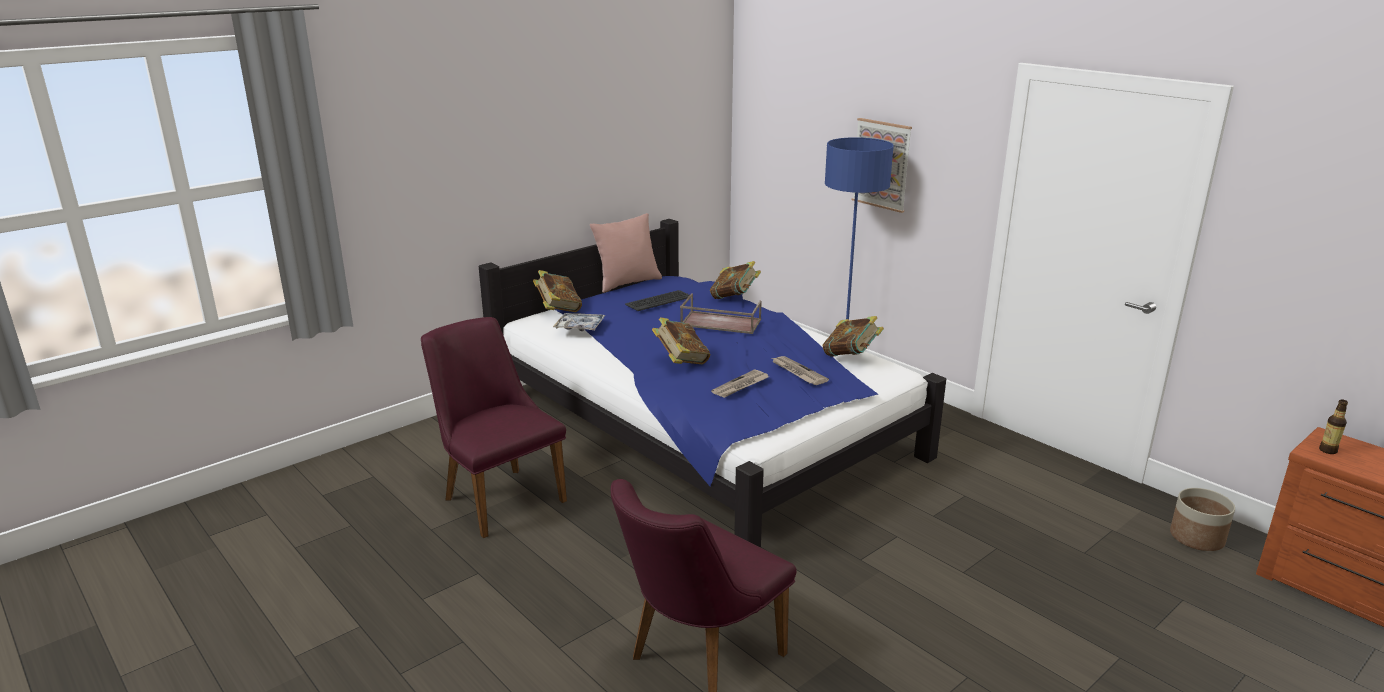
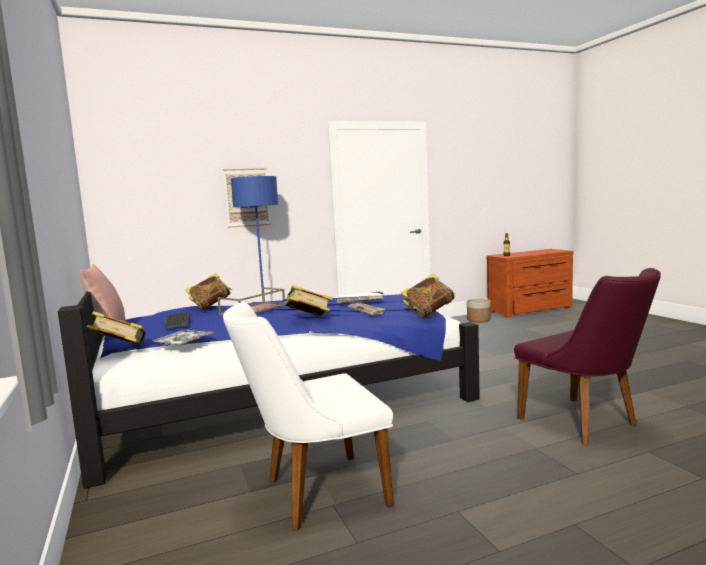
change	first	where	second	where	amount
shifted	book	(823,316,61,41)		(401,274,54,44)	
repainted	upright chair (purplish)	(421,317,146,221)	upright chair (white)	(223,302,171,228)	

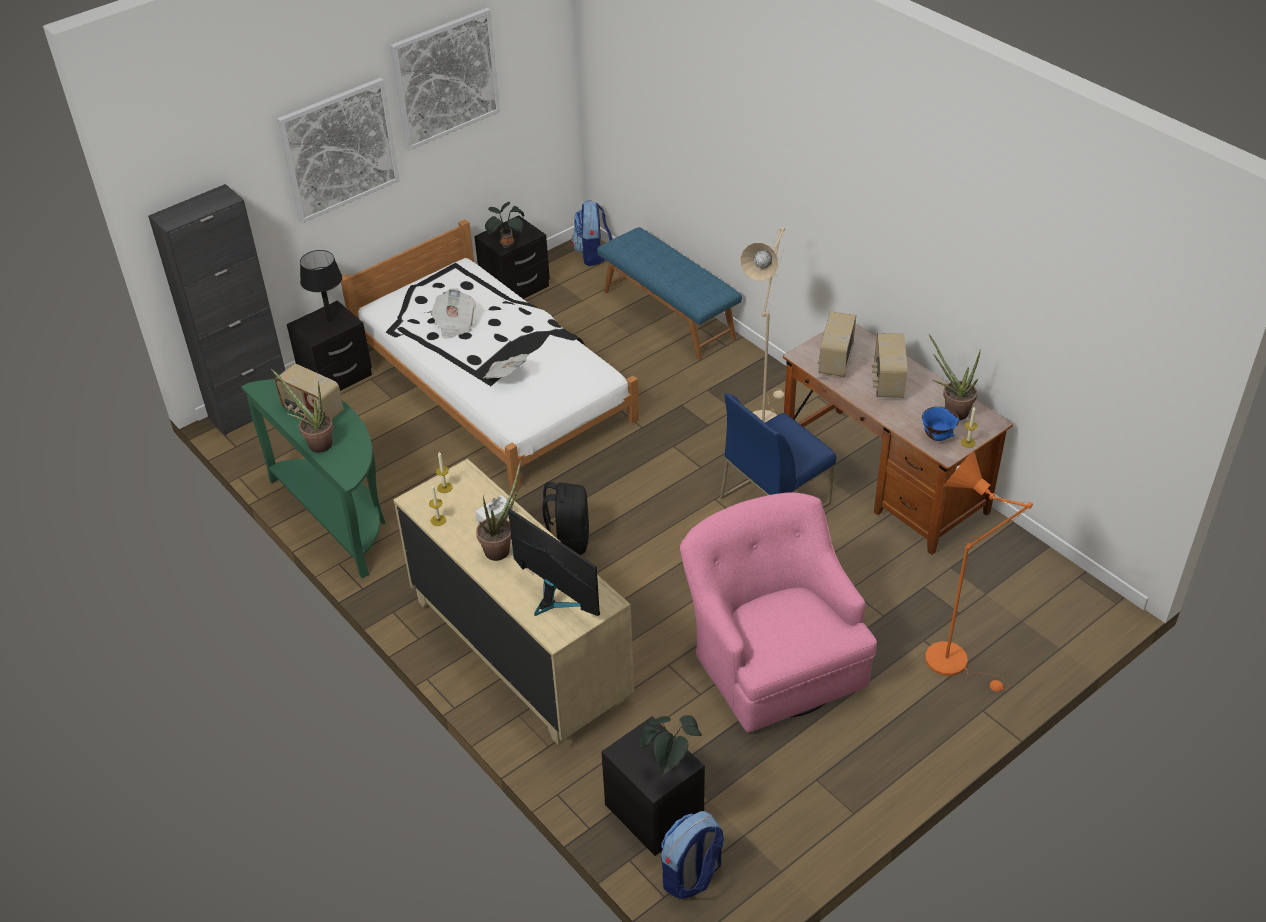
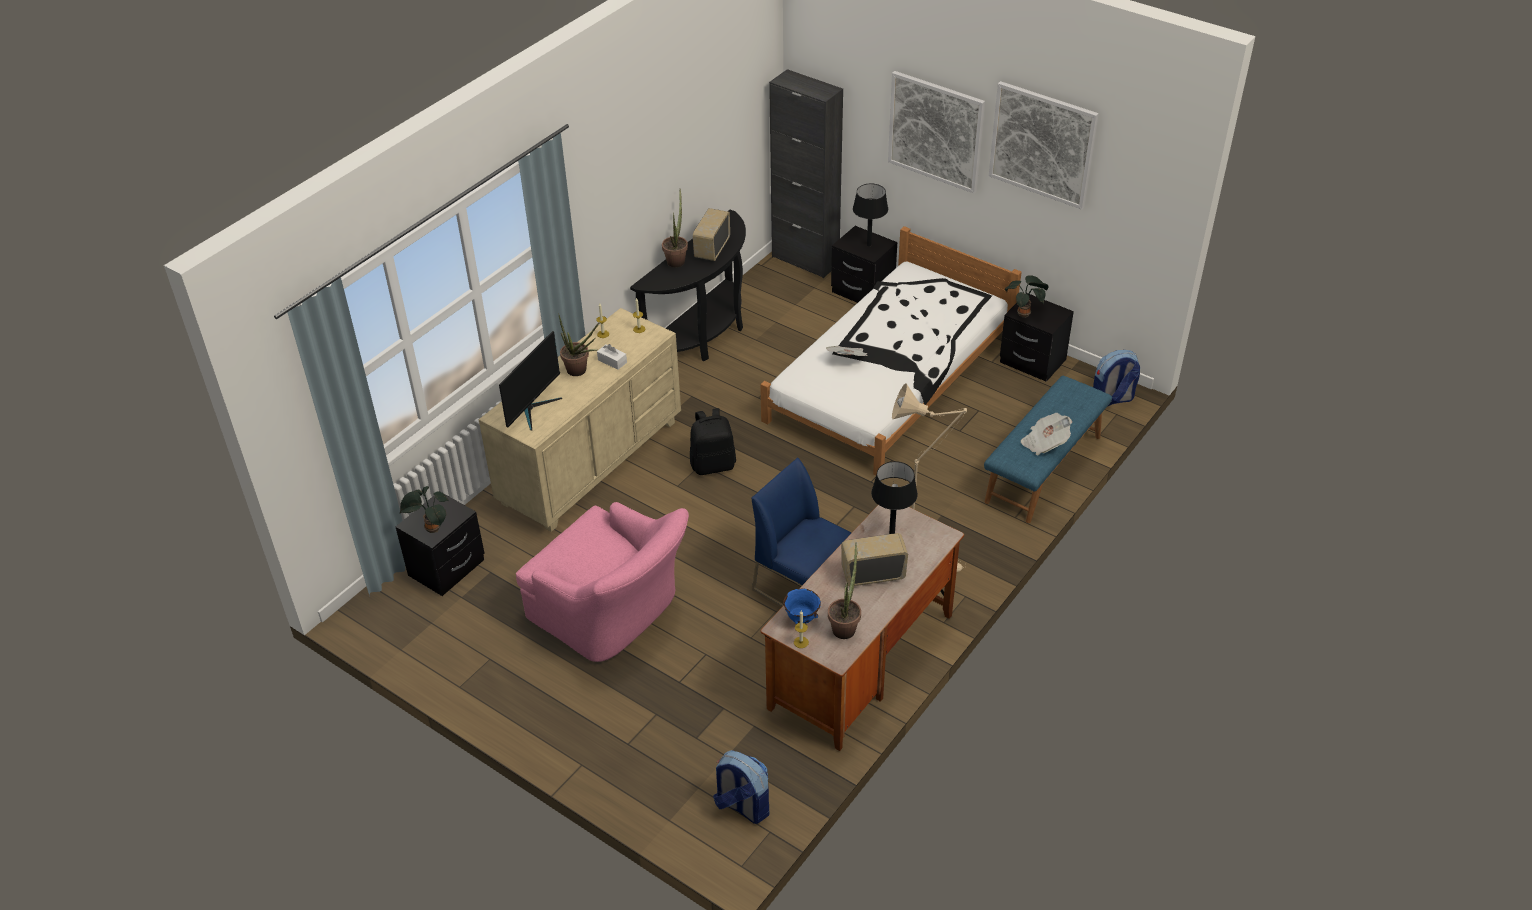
change	first	where	second	where	amount
shifted	newspaper	(431,288,45,51)		(1021,413,51,42)	
swapped	radio receiver	(817,311,39,66)	lamp for a table (black)	(871,461,47,73)	
repainted	console table (green)	(241,379,145,200)	console table (black)	(630,210,116,151)	
gone	standard lamp (orange)	(925,451,108,241)			
rotated	armchair (pink)	(680,492,197,240)		(516,502,173,160)	75 degrees clockwise
shifted	rucksack	(661,811,63,88)		(713,750,56,74)	

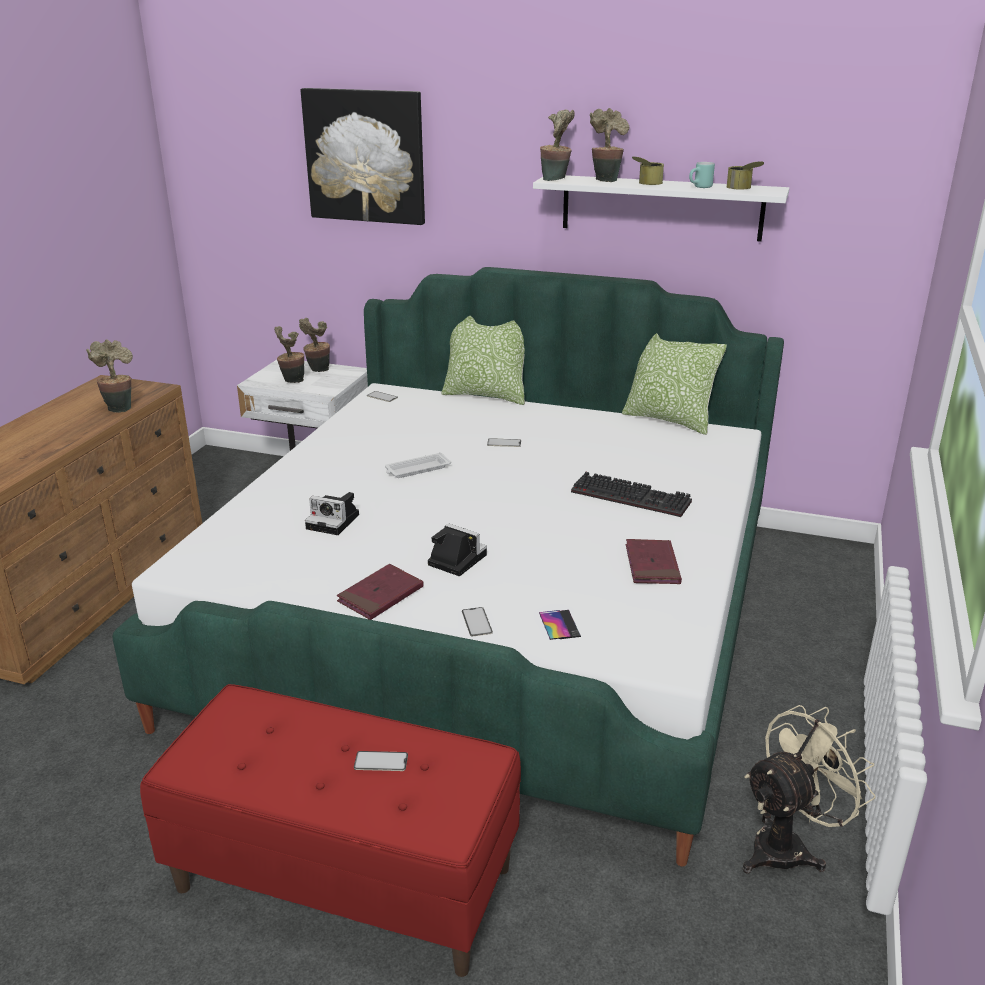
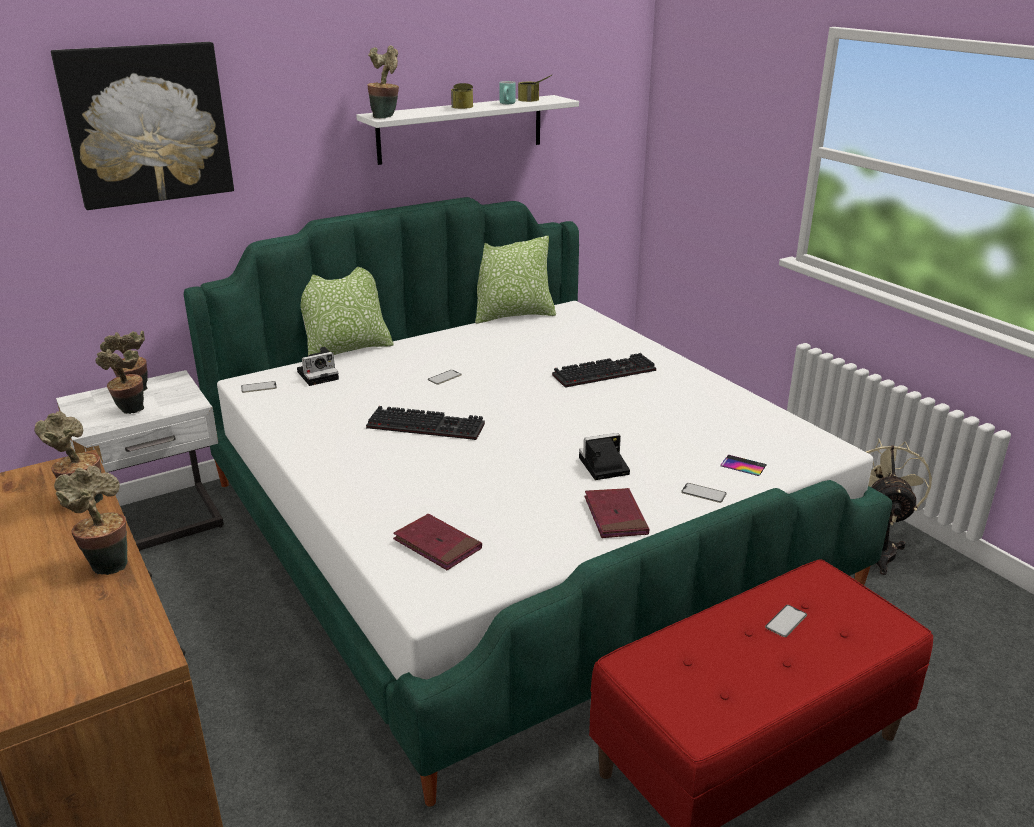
change	first	where	second	where	amount
shifted	potted plant	(590,108,39,74)		(54,466,74,109)	
swapped	carrying tray (white)	(385,452,66,26)	PC keyboard	(366,406,119,34)	
shifted	still camera	(305,492,54,43)		(297,347,42,39)	
shifted	book (red)	(626,539,56,45)		(393,514,89,56)	

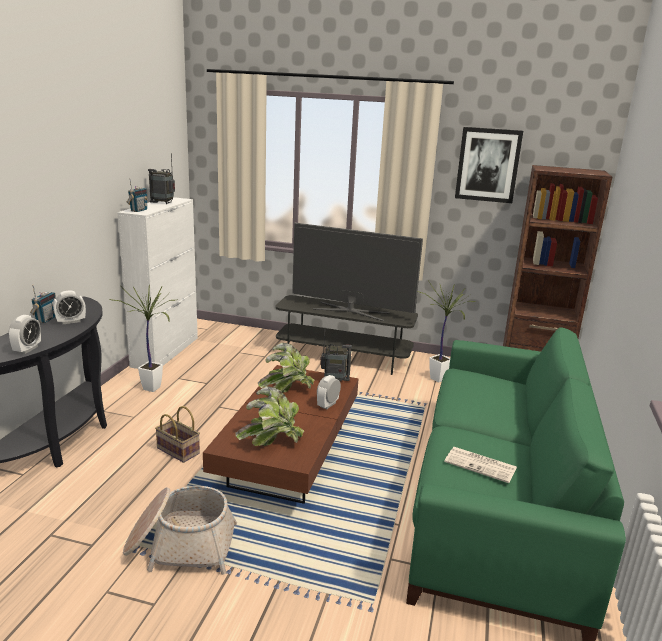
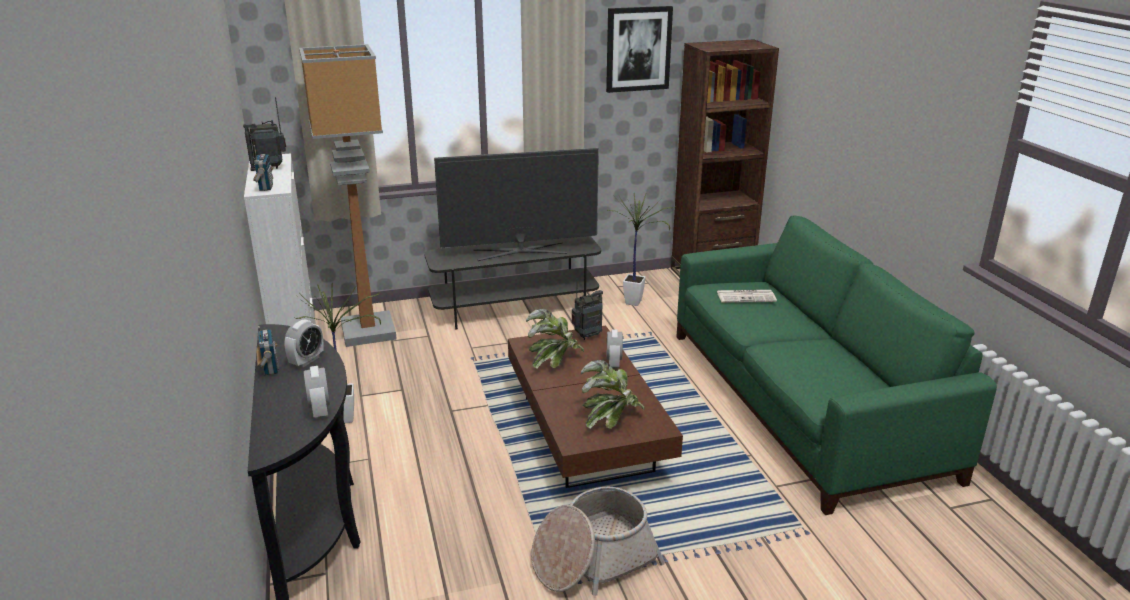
change	first	where	second	where	amount
gone	household basket	(155,406,45,57)			
shifted	newspaper	(444,447,73,36)		(717,290,60,13)	
new			standard lamp	(299,44,98,303)	

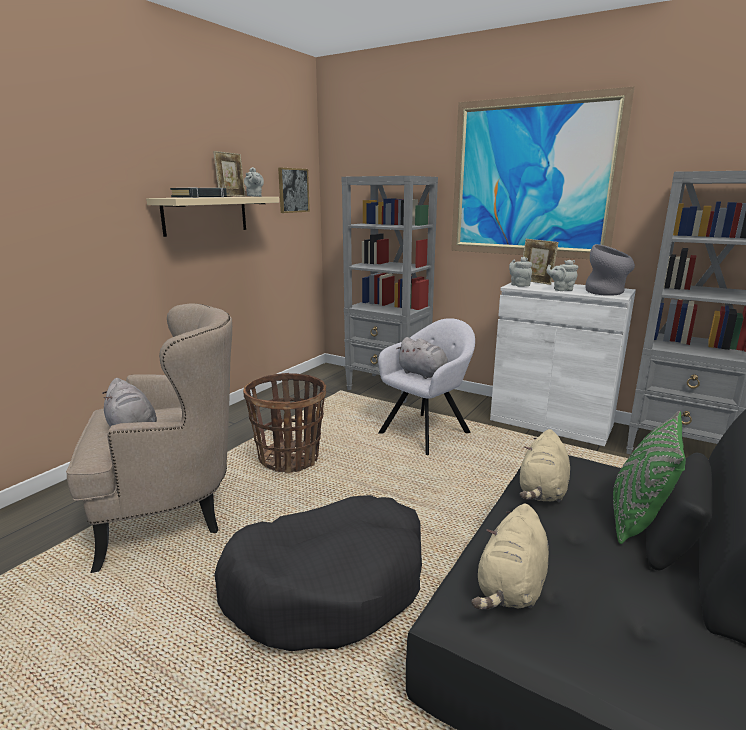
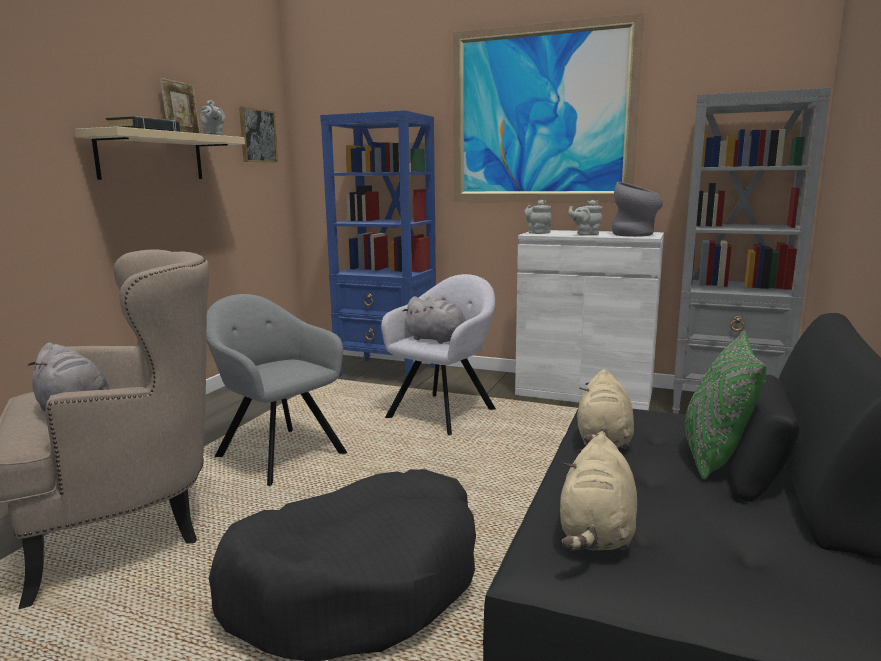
change	first	where	second	where	amount
repainted	shelving unit (greyish)	(341,176,97,227)	shelving unit (blue-coloured)	(320,110,116,275)	
gone	picture frame	(523,239,36,46)			
swapped	household basket	(243,373,83,100)	armchair (greyish)	(207,294,140,192)	

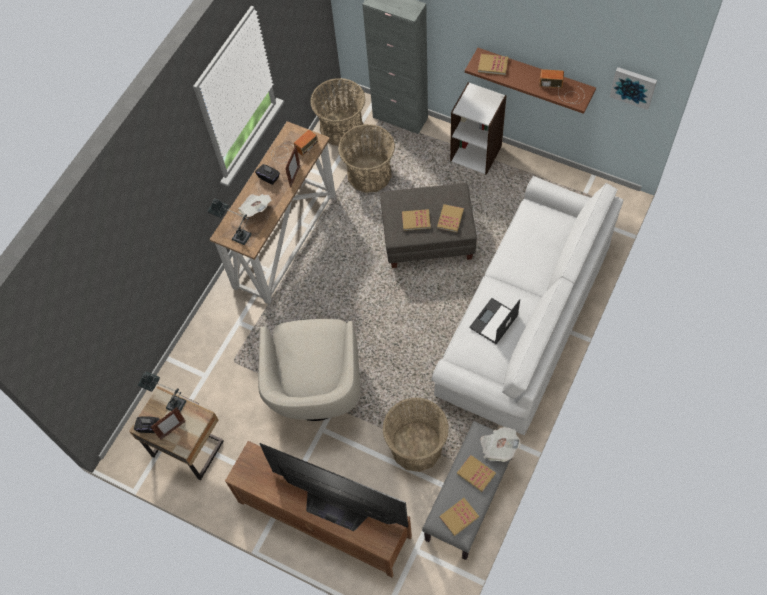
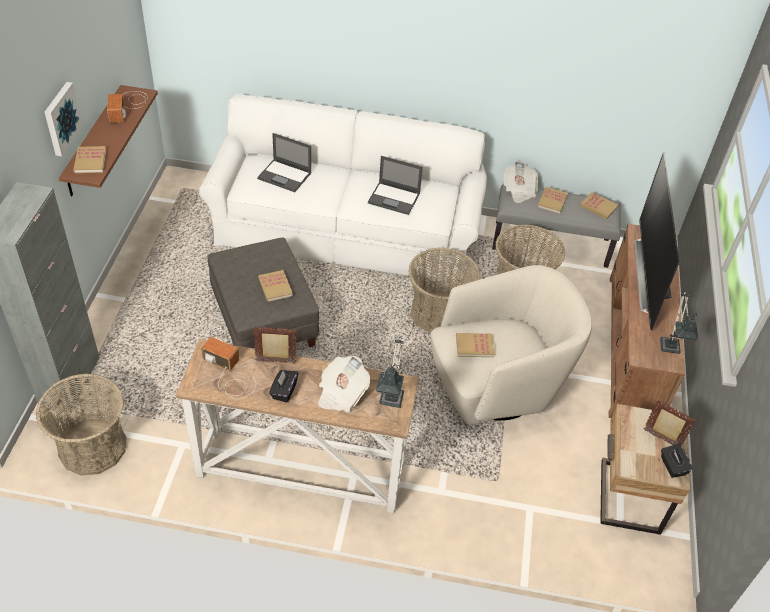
change	first	where	second	where	amount
shifted	picture	(610,67,47,43)		(44,82,39,74)	
gone	shelving unit (white)	(450,82,57,93)			
shifted	household basket	(338,124,57,69)		(408,248,73,85)	
shifted	book	(437,204,27,28)		(456,333,38,24)	
shifted	lamp for a table	(138,371,49,41)		(660,291,38,63)	
new			laptop	(257,133,55,59)	

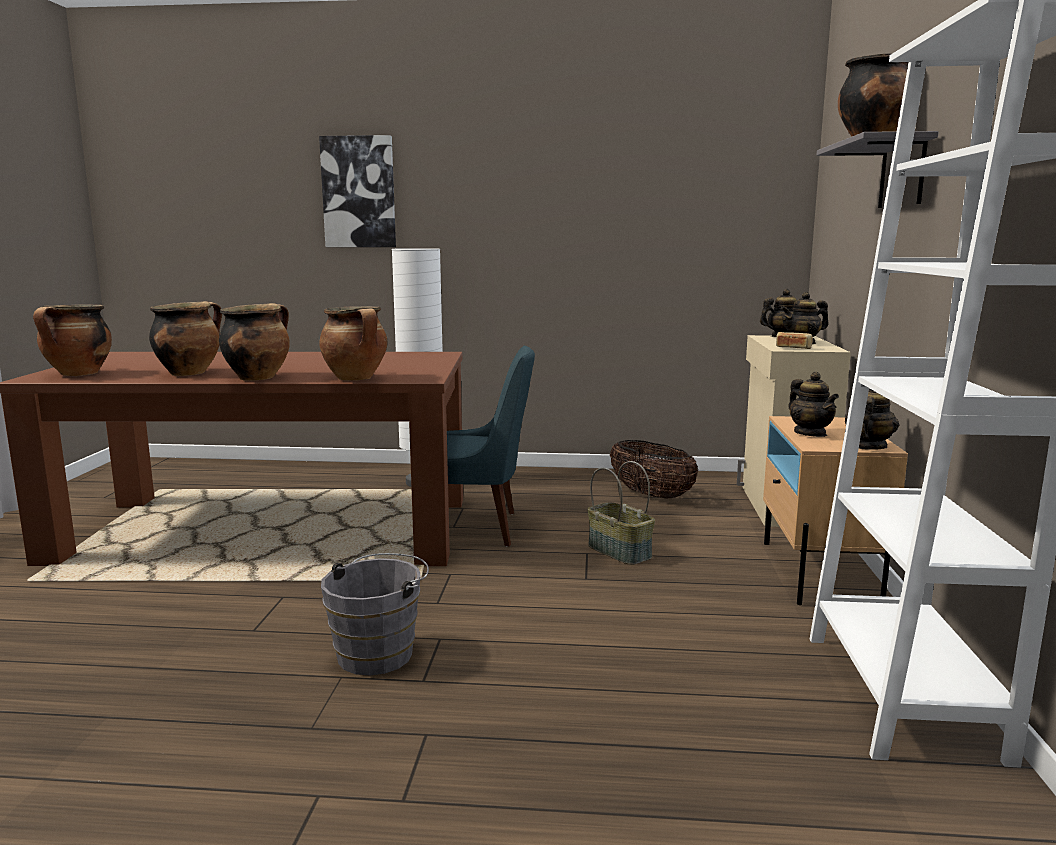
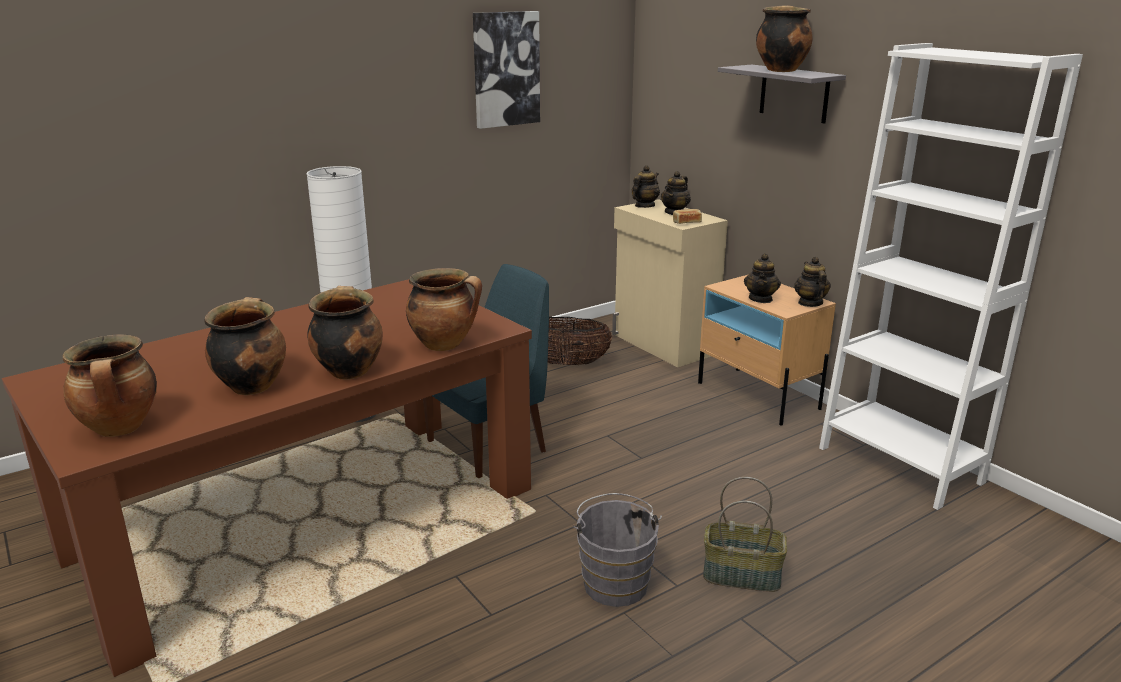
change	first	where	second	where	amount
shifted	picture	(319,135,77,112)		(473,11,67,118)	
rotated	tea pot	(789,372,50,65)		(744,253,37,50)	75 degrees clockwise
shifted	household basket	(588,461,67,104)		(703,477,84,115)	

